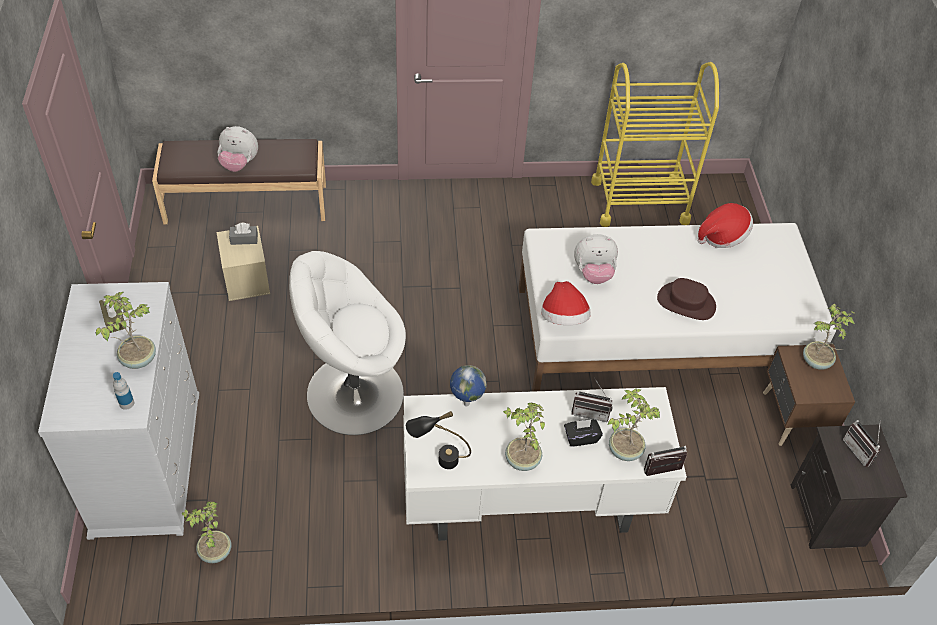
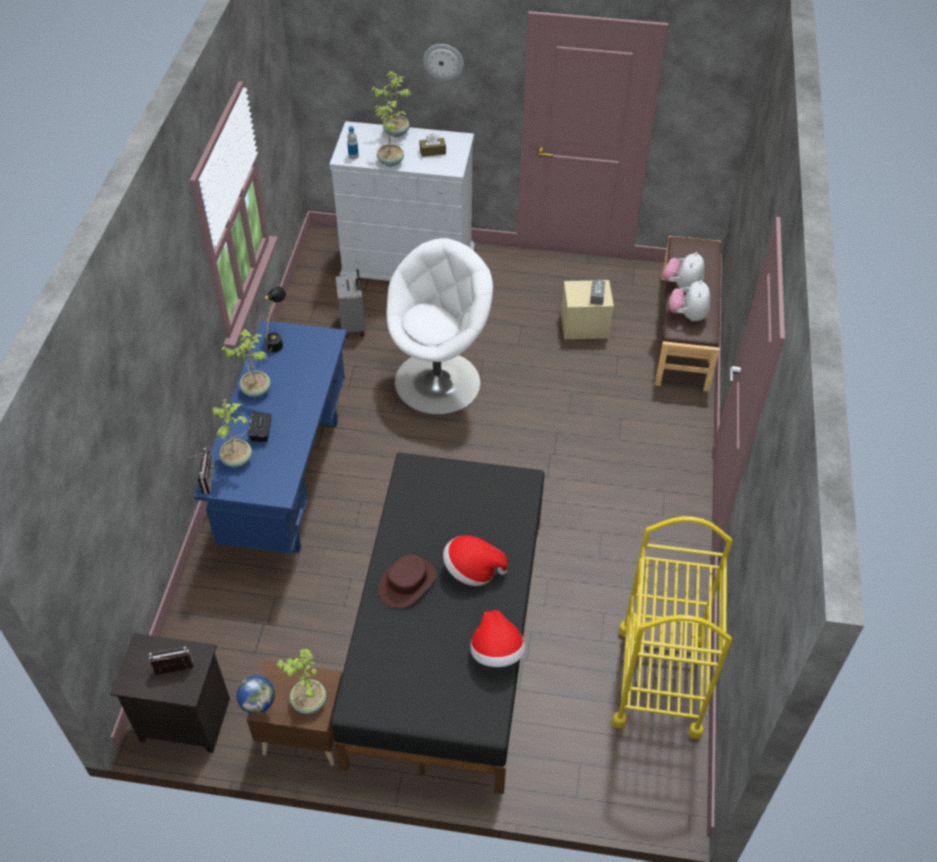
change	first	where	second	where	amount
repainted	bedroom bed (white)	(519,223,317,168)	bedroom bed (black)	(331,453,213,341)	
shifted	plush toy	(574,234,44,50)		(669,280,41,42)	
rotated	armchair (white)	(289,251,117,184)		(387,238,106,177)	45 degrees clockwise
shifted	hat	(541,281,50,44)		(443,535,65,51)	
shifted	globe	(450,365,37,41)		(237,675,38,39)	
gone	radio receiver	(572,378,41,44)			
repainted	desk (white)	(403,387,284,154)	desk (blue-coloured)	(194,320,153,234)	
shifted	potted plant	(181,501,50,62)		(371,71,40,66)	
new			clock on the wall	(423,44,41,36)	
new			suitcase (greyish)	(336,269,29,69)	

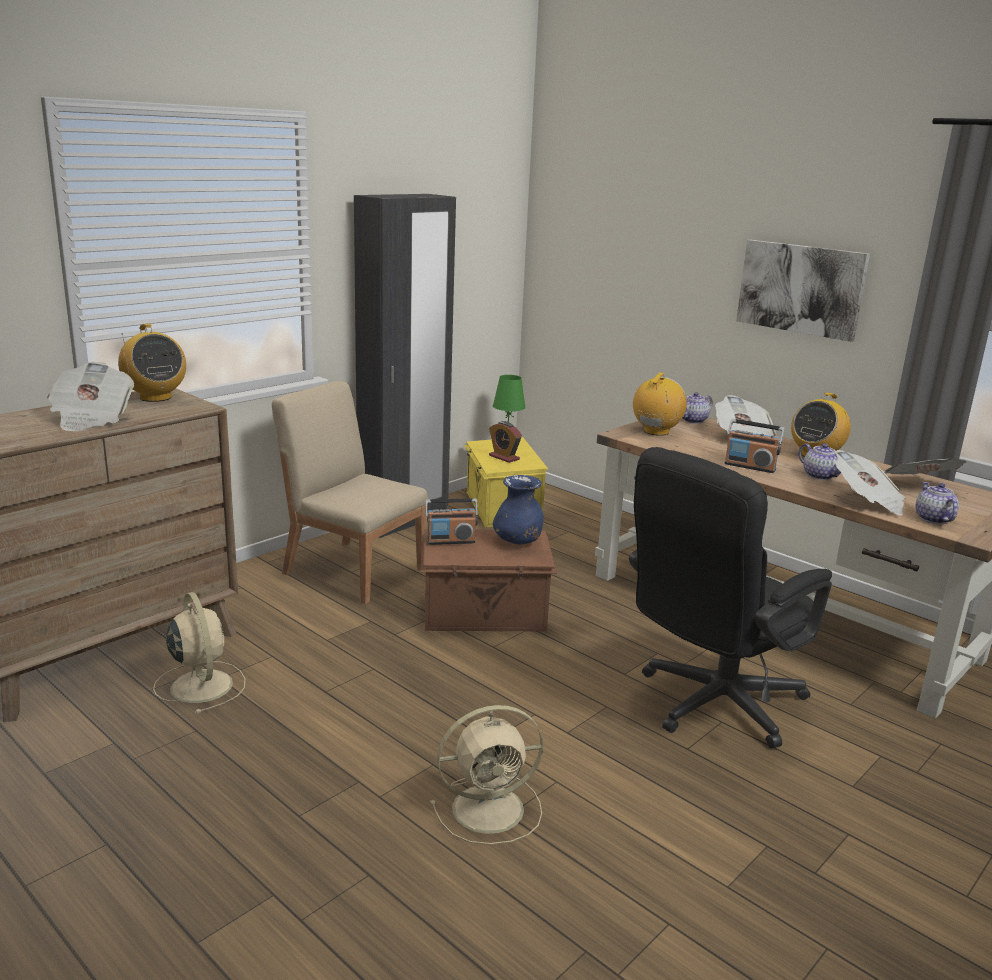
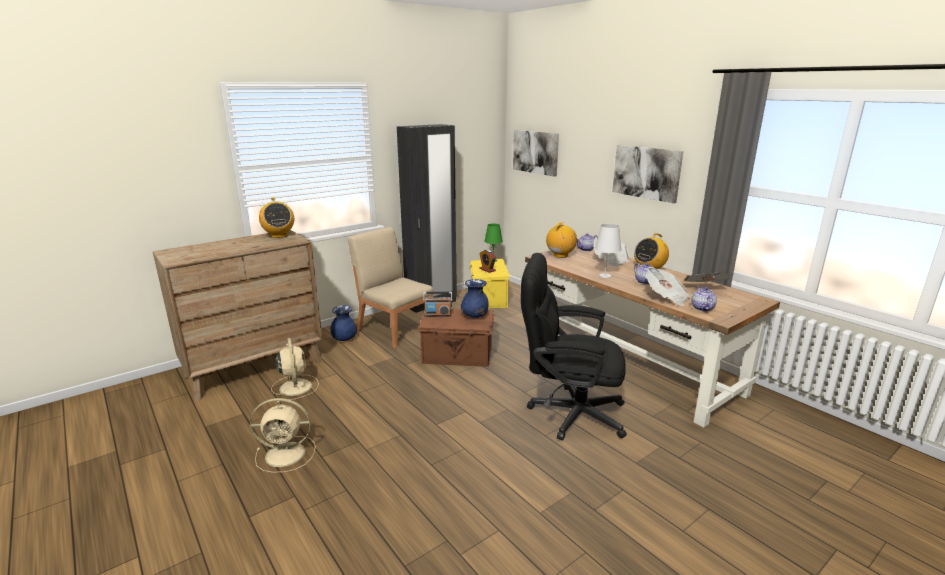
change	first	where	second	where	amount
gone	newspaper	(47,362,88,69)			
swapped	radio receiver	(724,419,61,54)	lamp for a table (white)	(594,224,27,54)	
rotated	computer chair (black)	(629,447,203,301)		(521,253,106,187)	45 degrees clockwise
shifted	electric fan (sand-coloured)	(430,705,113,140)		(250,398,66,75)	
new			picture	(513,130,46,47)	
new			flower vase (blue-coloured)	(330,305,27,36)	

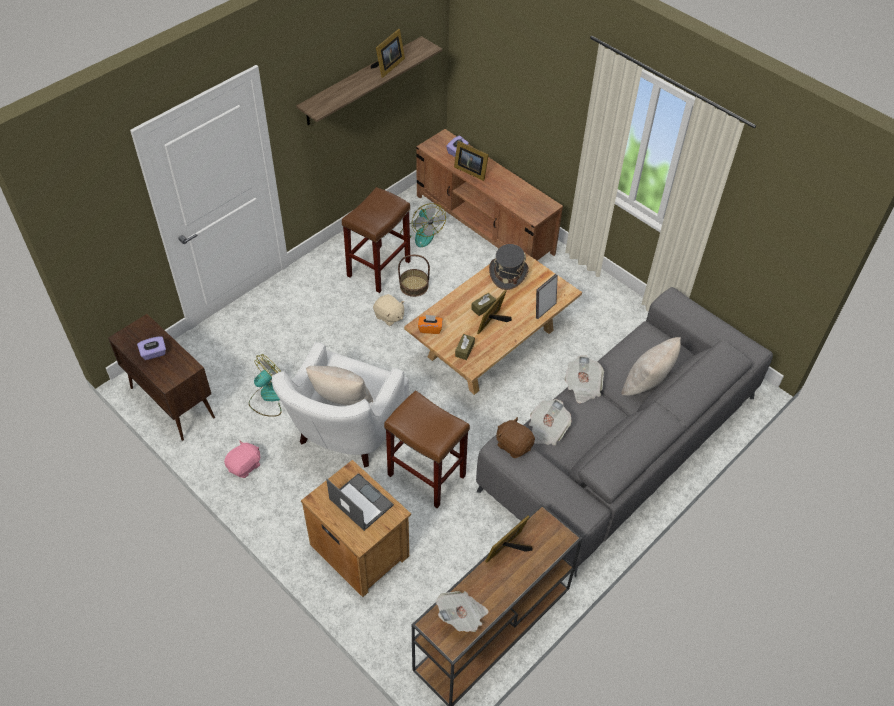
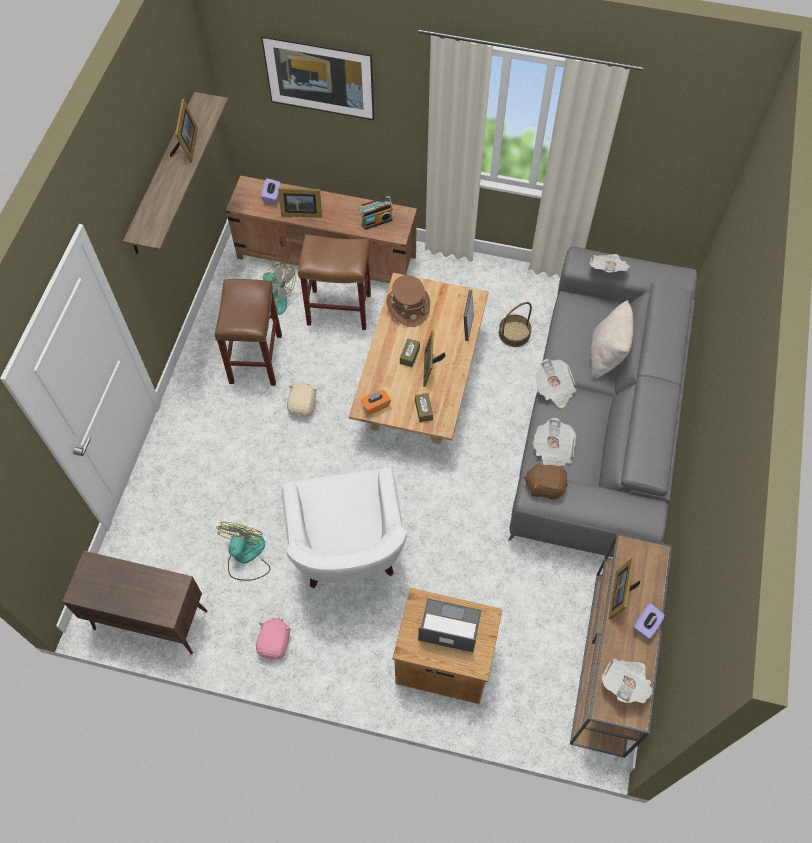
change	first	where	second	where	amount
repainted	hat (greyish)	(489,244,40,46)	hat (brown)	(386,275,44,52)	
shifted	household basket	(398,255,32,42)		(499,302,33,45)	
rotated	plush toy (sand-coloured)	(373,294,31,32)		(287,383,31,34)	90 degrees counterclockwise
shifted	box of tissues (purplish)	(137,336,29,24)		(633,603,32,36)	
gone	throw pillow (sand-coloured)	(306,366,67,39)			
shifted	sitting stool (brown)	(384,390,86,118)		(298,234,73,96)	
new			picture	(261,35,113,85)	
new			radio receiver	(358,196,35,34)	
new			newspaper	(590,254,40,18)	

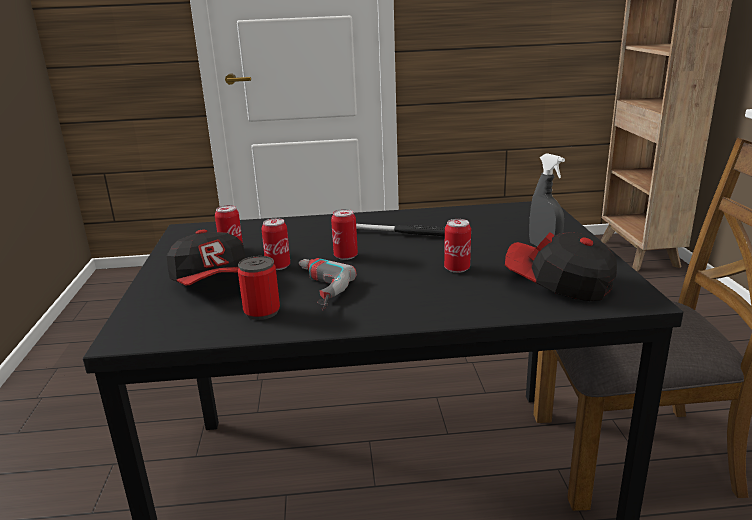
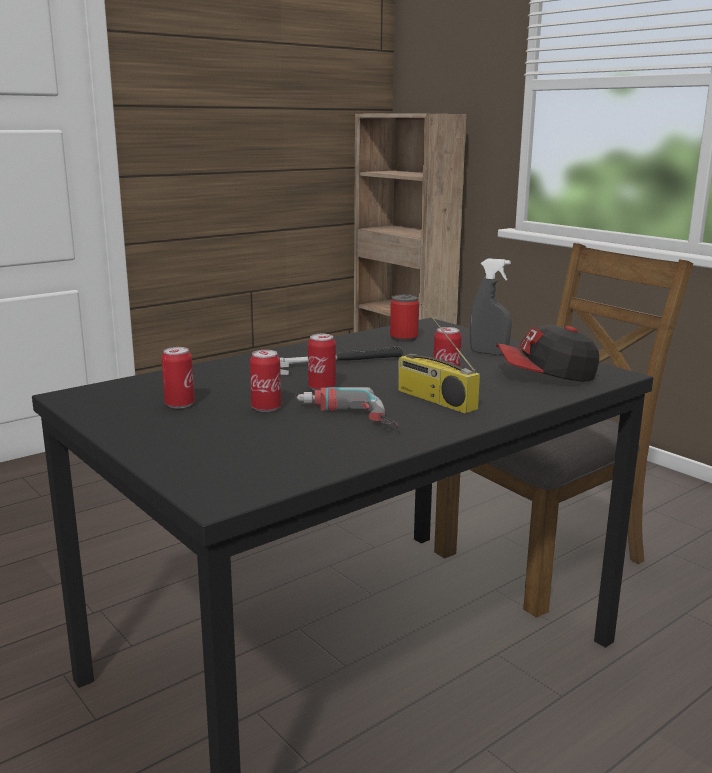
change	first	where	second	where	amount
gone	peaked cap	(167,229,79,56)			
shifted	sealed can	(238,256,42,64)		(390,294,29,48)	
new			radio receiver	(398,303,82,111)	

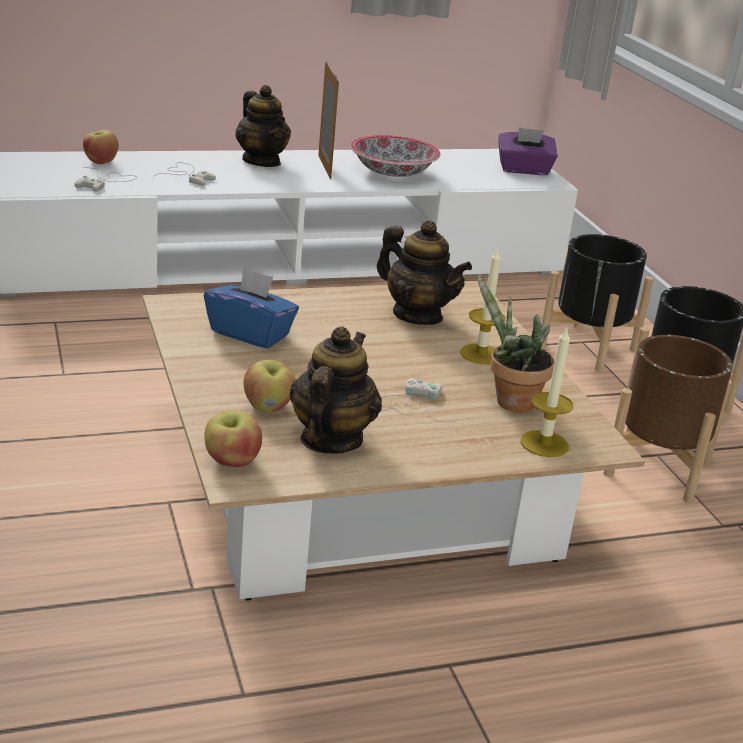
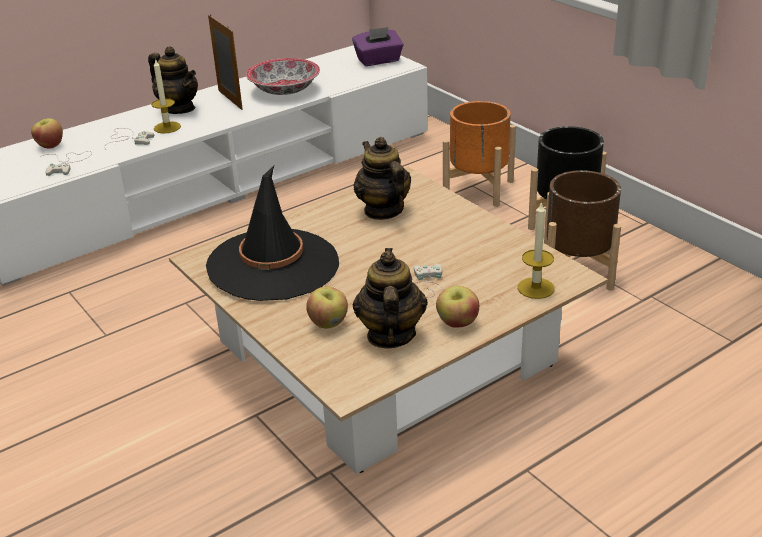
change	first	where	second	where	amount
rotated	tea pot	(377,220,95,105)		(354,137,57,83)	135 degrees counterclockwise
repainted	plant pot (black)	(541,234,113,138)	plant pot (orange)	(443,101,73,106)	
shifted	candle	(460,248,46,117)		(151,58,30,75)	
swapped	box of tissues (blue-coloured)	(204,267,95,82)	hat (black)	(206,166,133,135)	
gone	potted plant	(476,273,79,140)			
shifted	whole apple	(204,410,58,57)		(436,286,43,42)	

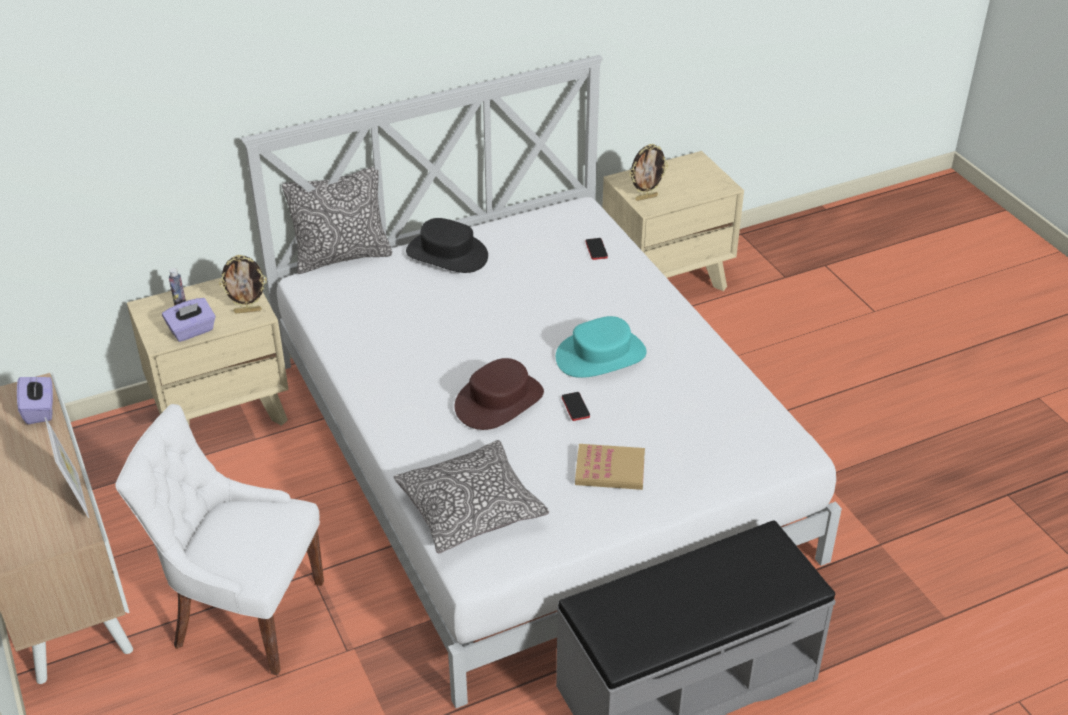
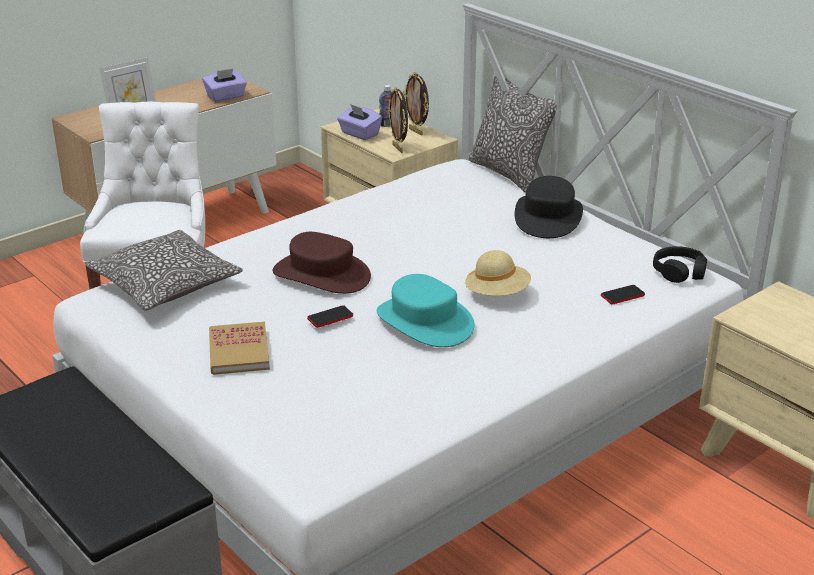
change	first	where	second	where	amount
shifted	picture frame	(630,144,38,57)		(403,72,26,64)	
new			headset (black)	(653,246,54,37)	
new			hat (sand-coloured)	(465,250,66,46)	

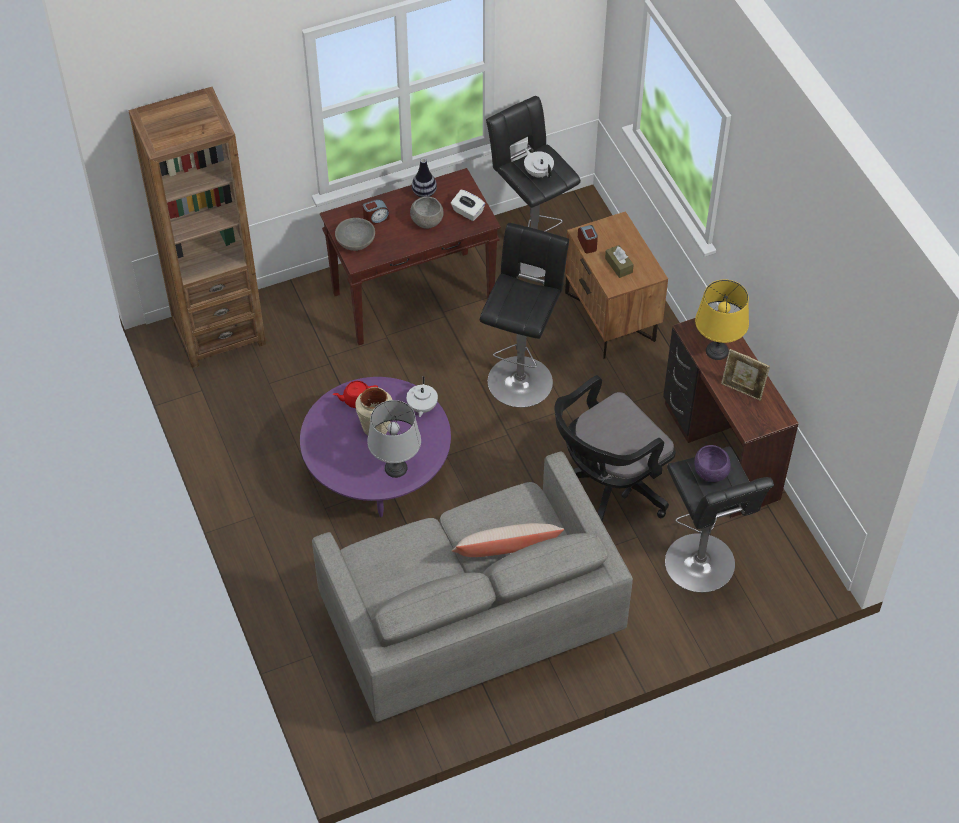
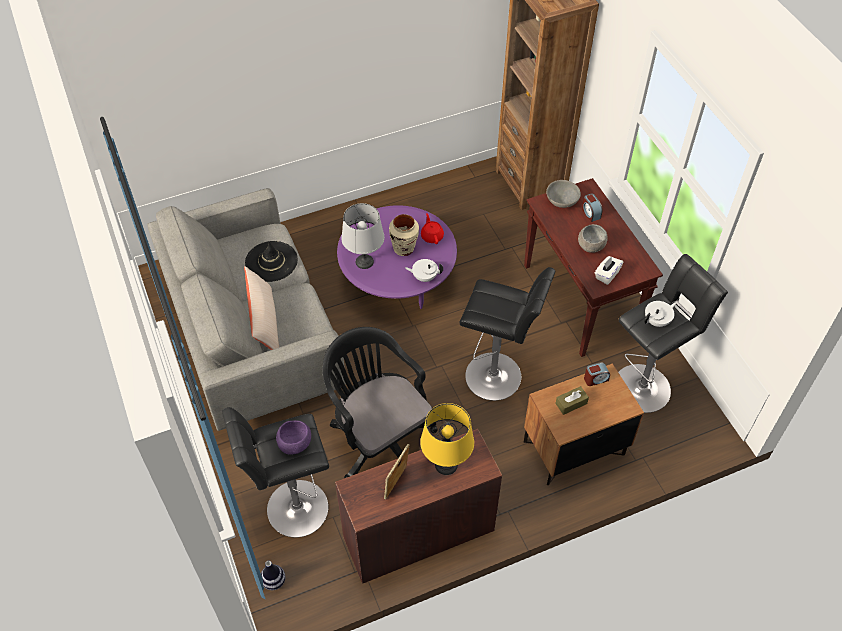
change	first	where	second	where	amount
shifted	flower vase	(412,158,25,39)		(261,561,24,29)	
new			hat (black)	(245,241,53,41)	

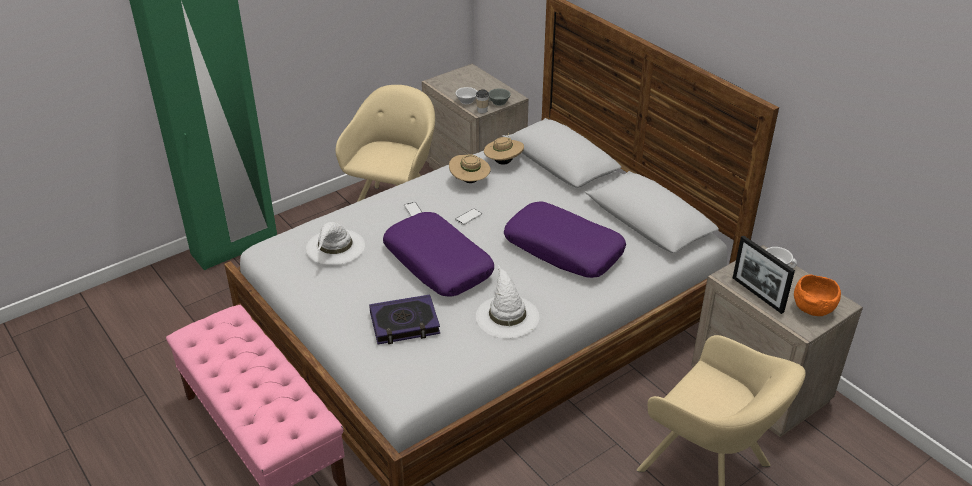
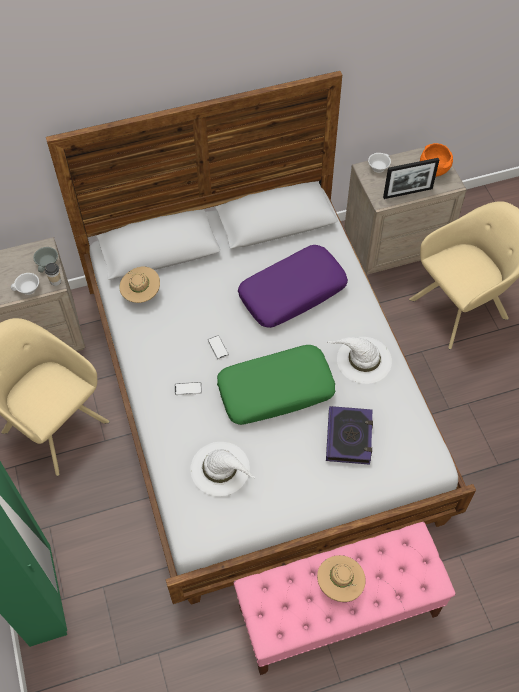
change	first	where	second	where	amount
shifted	hat (sand-coloured)	(449,154,42,29)		(317,555,49,47)	
repainted	throw pillow (purplish)	(383,212,111,85)	throw pillow (green)	(217,345,118,80)	

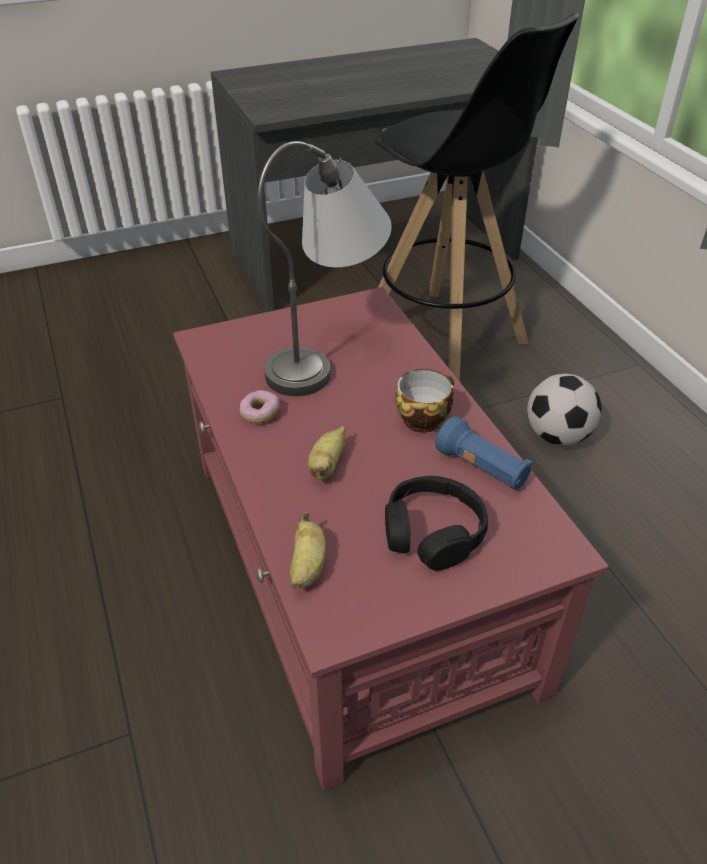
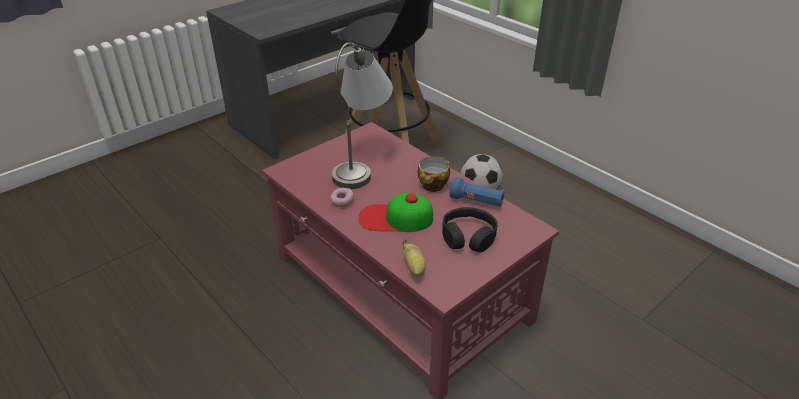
change	first	where	second	where	amount
swapped	banana	(308,426,38,54)	peaked cap	(358,192,75,40)	

